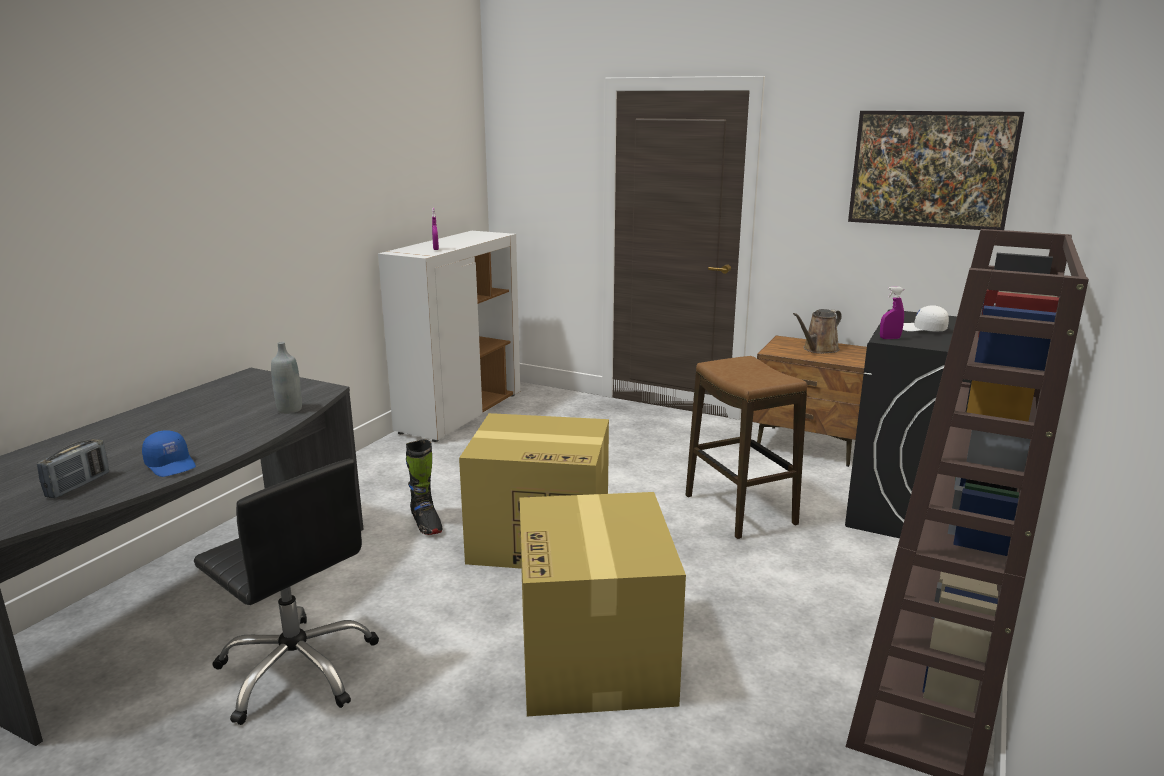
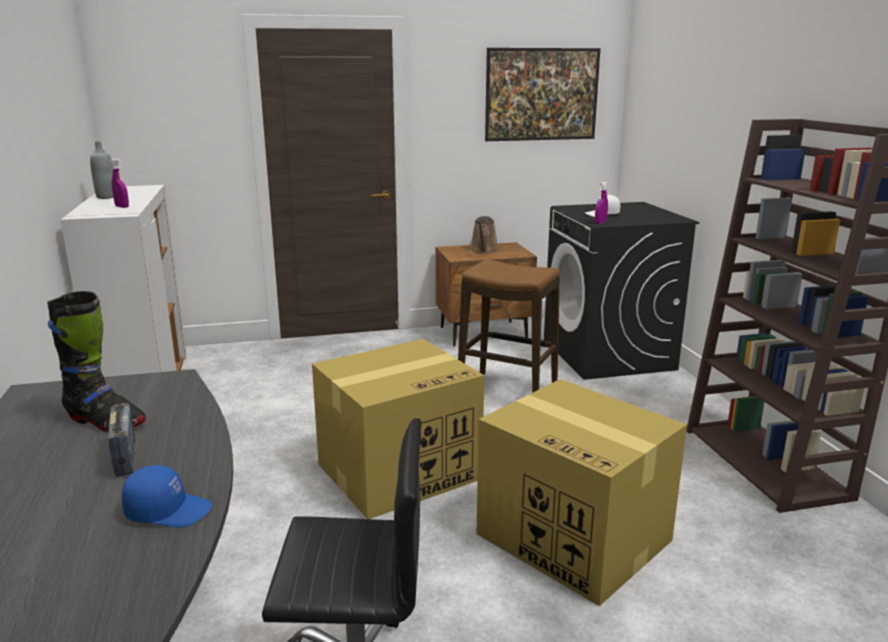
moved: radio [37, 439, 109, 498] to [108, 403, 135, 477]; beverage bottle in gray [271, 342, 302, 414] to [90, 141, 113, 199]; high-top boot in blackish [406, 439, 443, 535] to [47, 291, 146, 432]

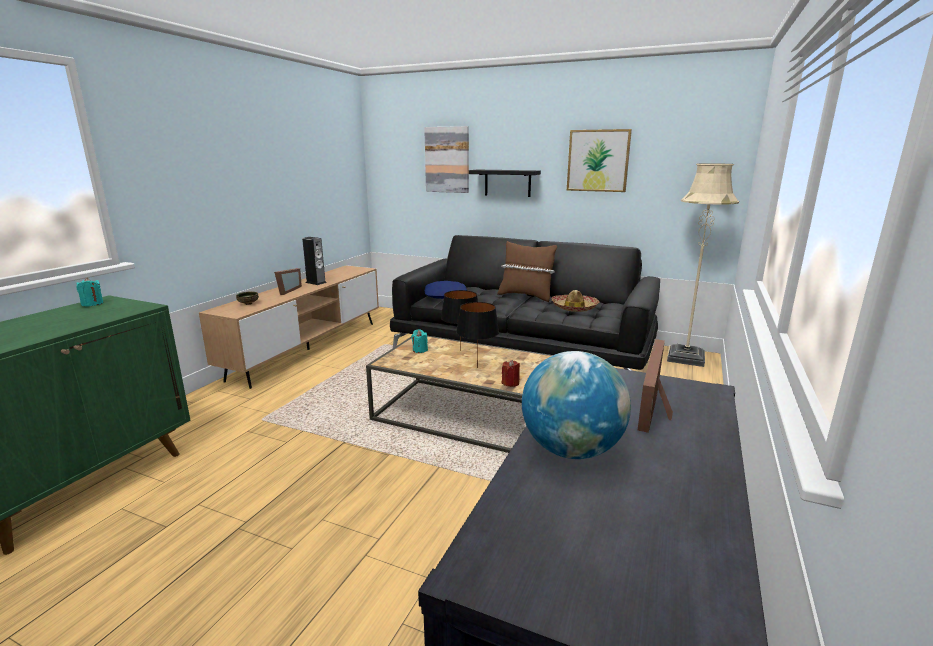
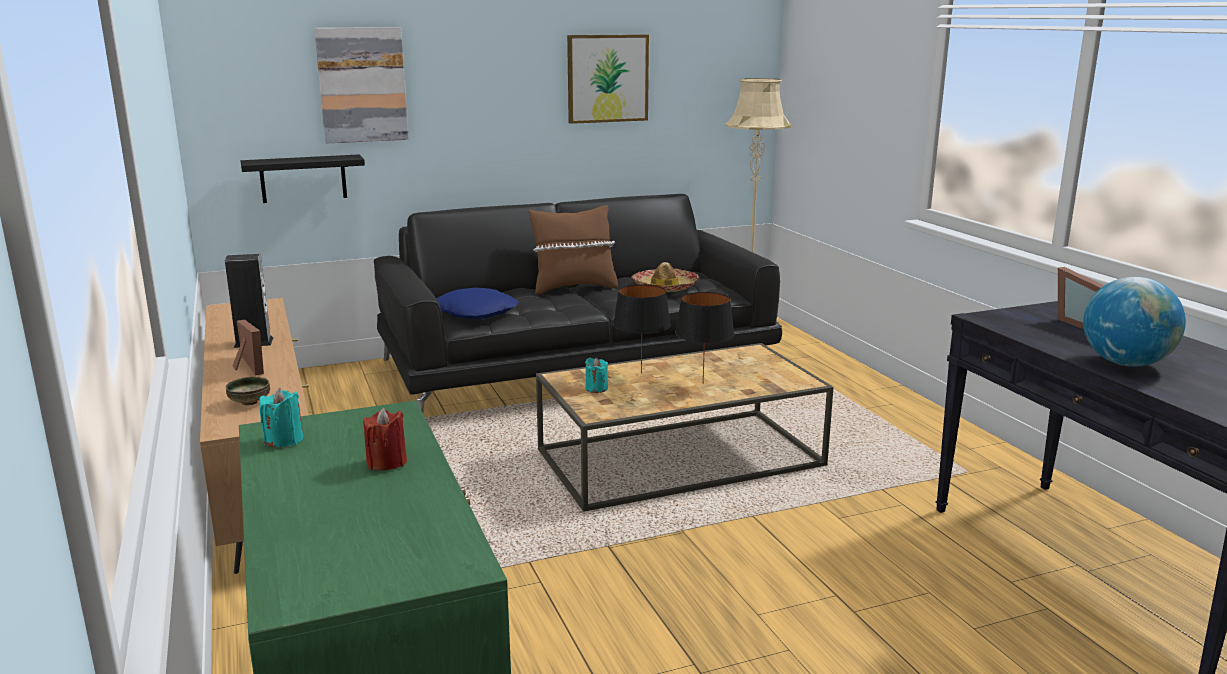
moved: shelf in blackish [469, 170, 541, 197] to [241, 154, 365, 203]; wax light in red-coloured [502, 360, 520, 387] to [363, 408, 407, 470]

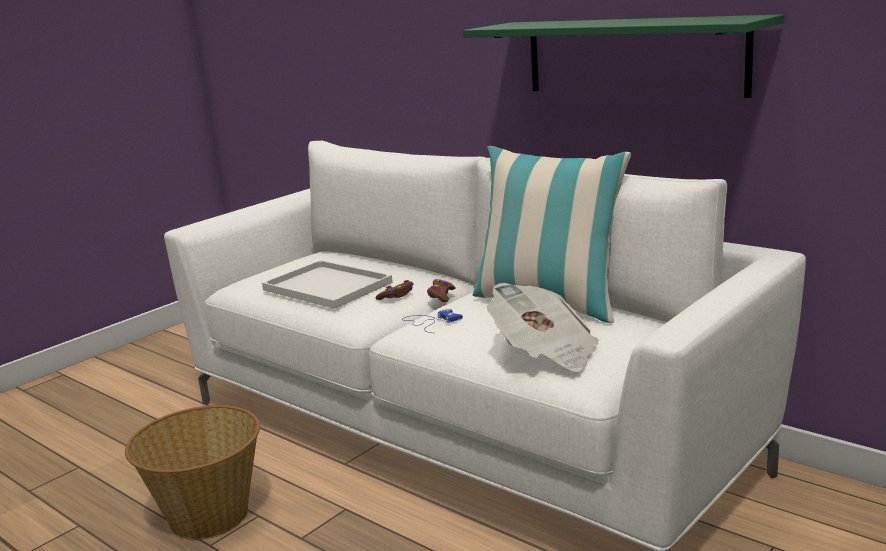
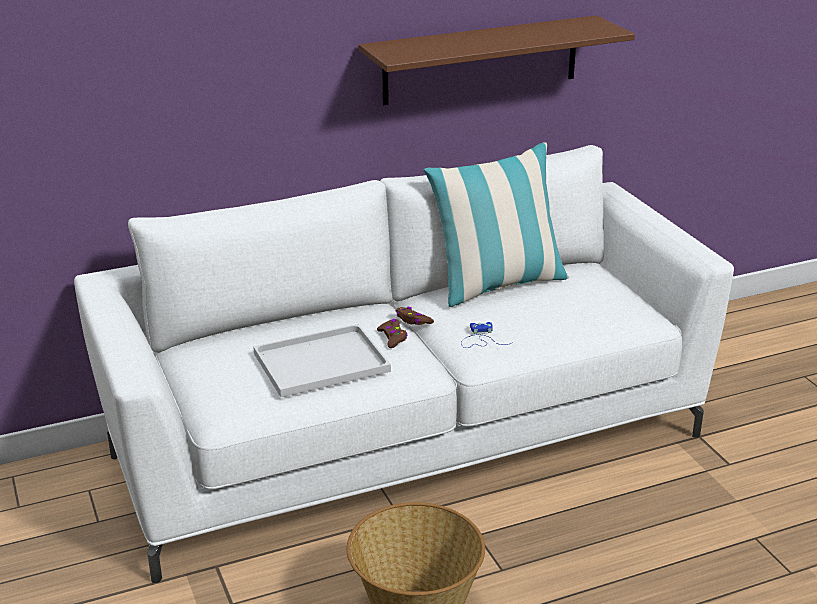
removed: printed paper [487, 283, 599, 372]
recoloured: shelf in green [463, 14, 785, 98] to shelf in brown-coloured [359, 15, 635, 105]

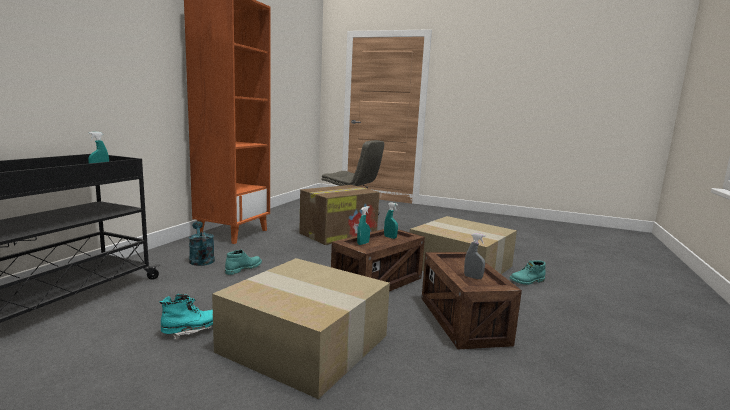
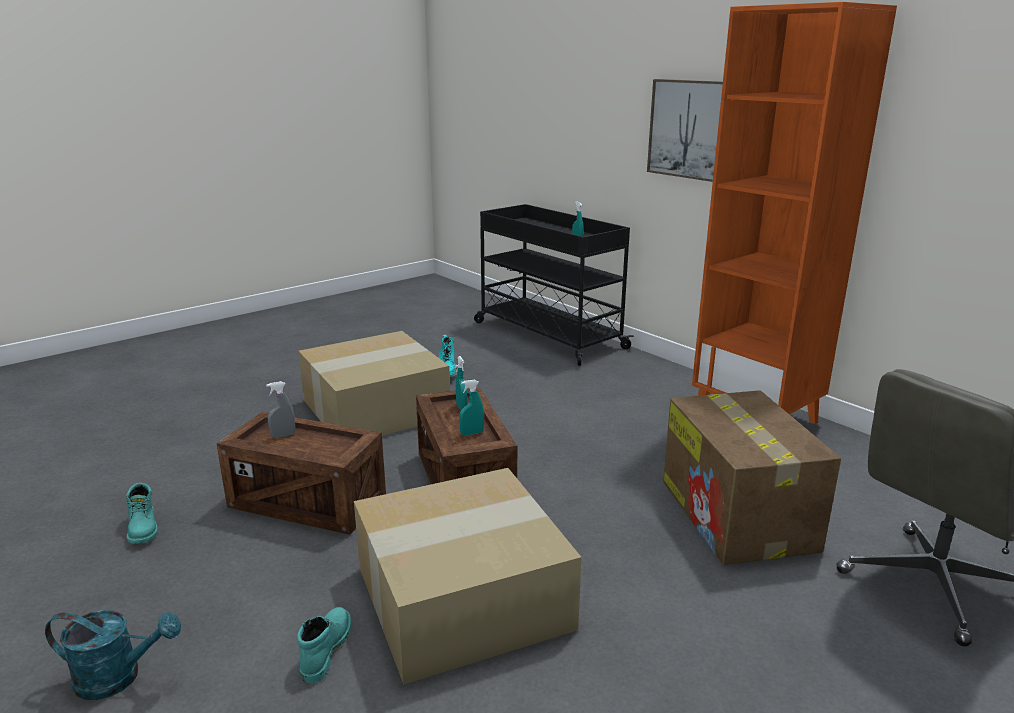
added: wall art [647, 79, 723, 182]
moved: watering can in blue-green [189, 221, 215, 266] to [45, 610, 181, 700]; high-top boot in blue-green [225, 250, 262, 275] to [126, 483, 157, 544]

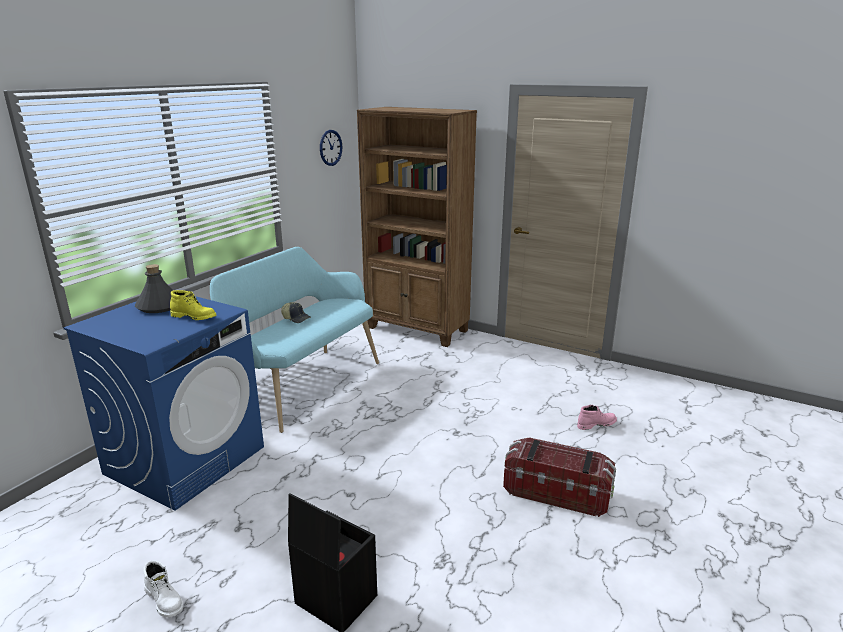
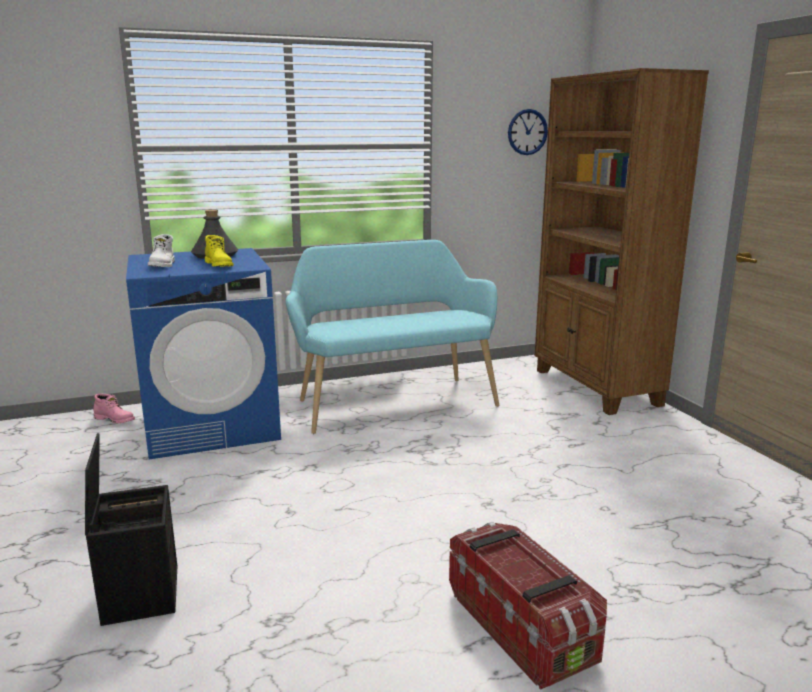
removed: cap [281, 302, 311, 323]
moved: high-top boot in whitish [143, 560, 183, 617] to [148, 234, 175, 267]; high-top boot in pinkish [577, 405, 617, 430] to [93, 394, 135, 423]

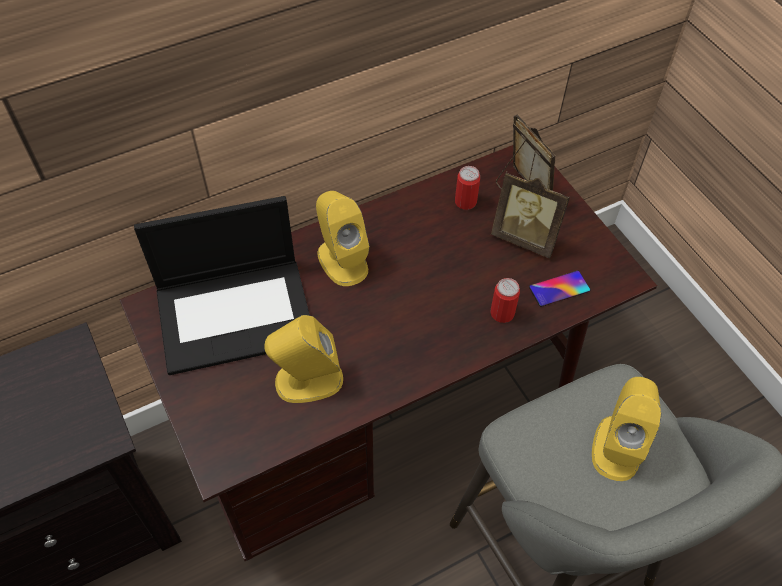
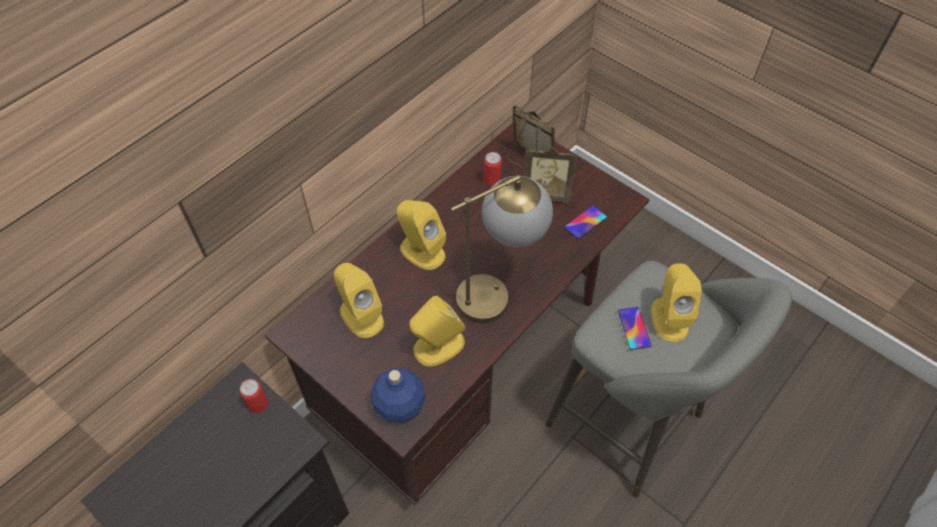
added: beverage bottle in blue [371, 368, 426, 423]; table lamp [450, 175, 553, 323]; handset [618, 307, 652, 350]
moved: sealed can [491, 278, 520, 323] to [240, 379, 268, 413]
replaced: notebook computer [134, 196, 310, 375] to loudspeaker in yellow-coloured [334, 263, 384, 338]

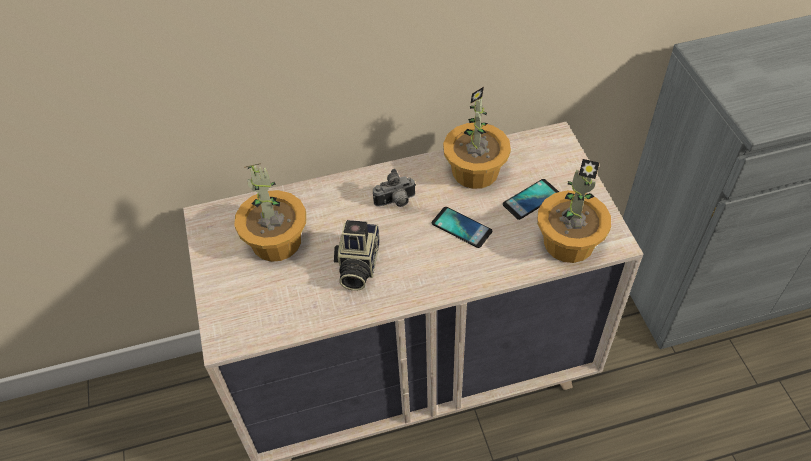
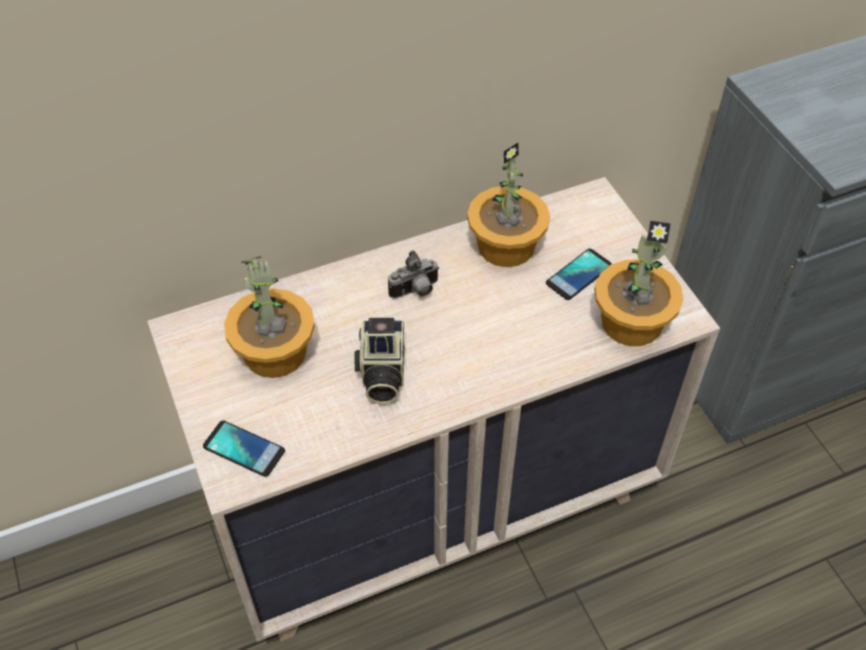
moved: handset [432, 207, 492, 248] to [203, 421, 285, 477]

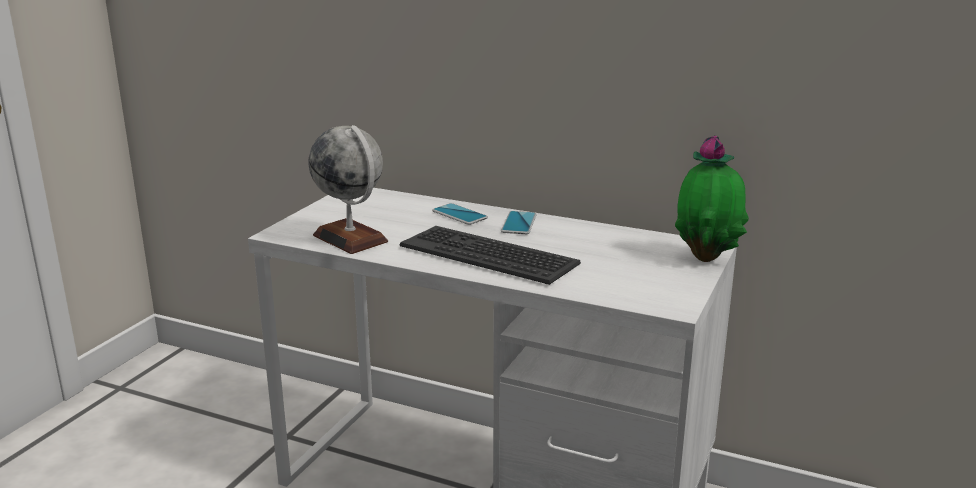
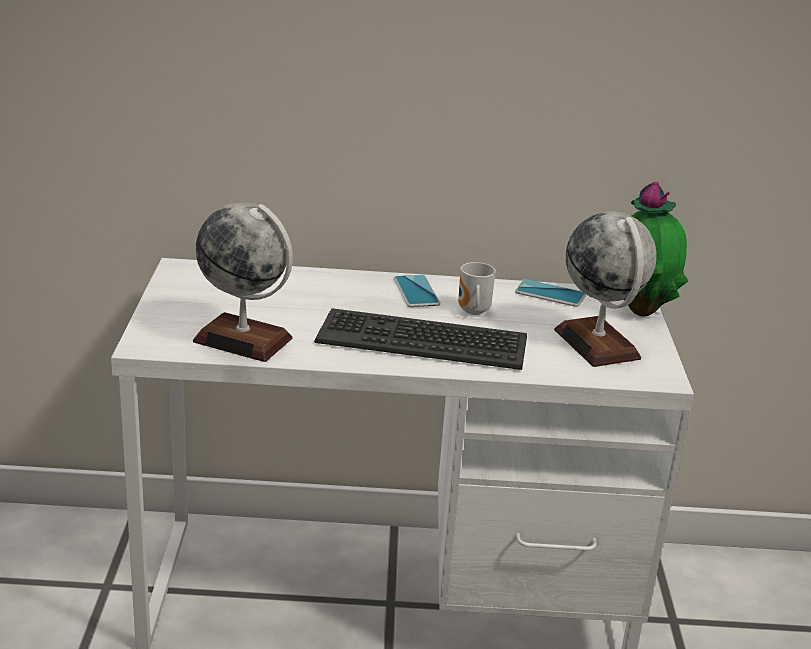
added: tea mug [458, 262, 496, 315]; world globe [554, 212, 657, 367]
moved: handset [432, 203, 488, 225] to [515, 279, 586, 307]

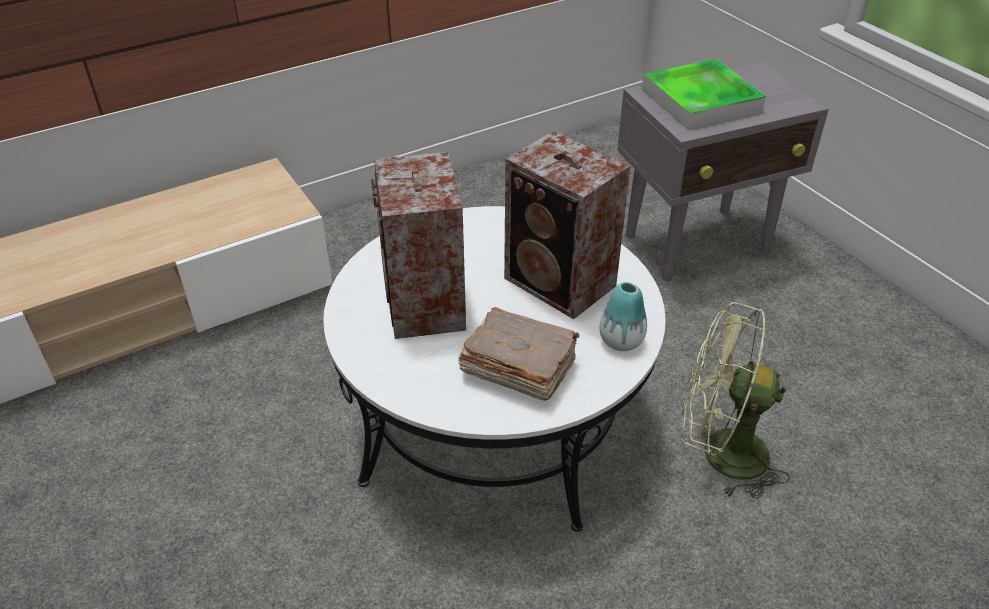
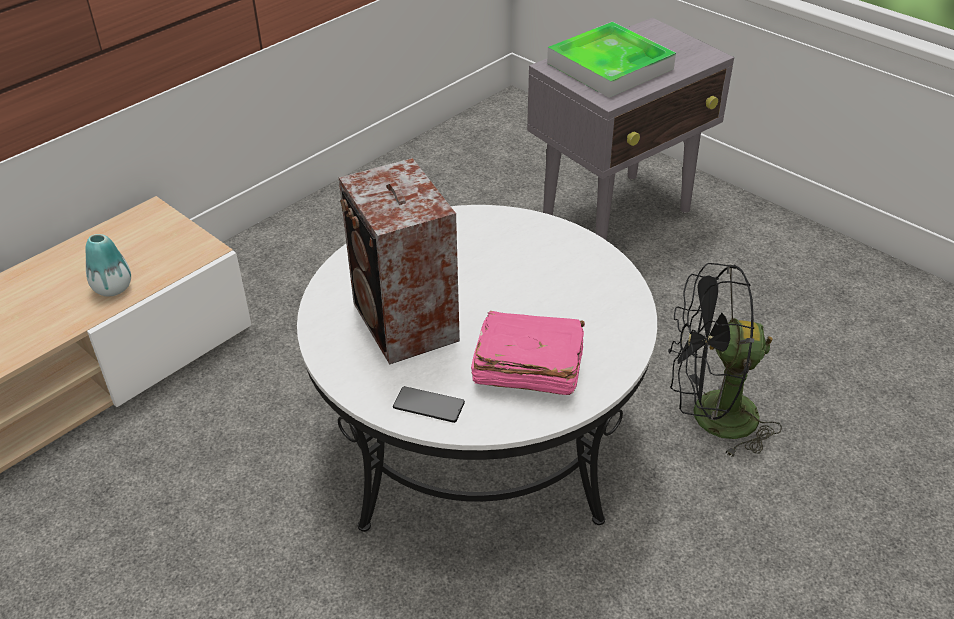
removed: loudspeaker [504, 131, 631, 319]
added: handset [393, 386, 465, 423]
moved: decorative vase [599, 282, 647, 351] to [85, 234, 131, 296]
recoloured: bound book in brown-coloured [459, 307, 579, 401] to bound book in pinkish [471, 311, 585, 395]; fan in green [681, 302, 789, 499] to fan in blackish [668, 263, 782, 459]

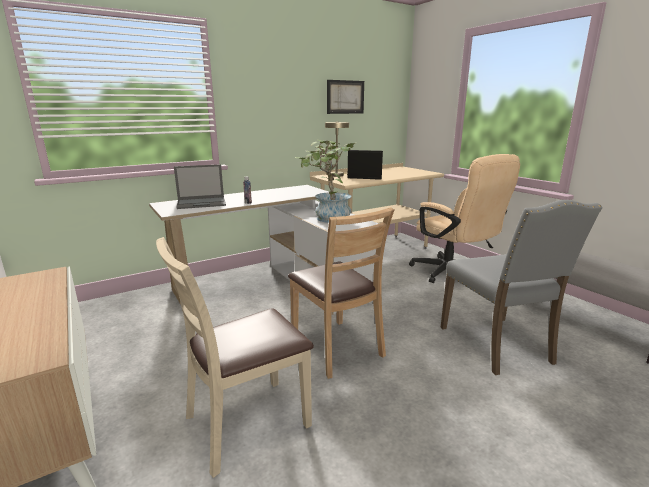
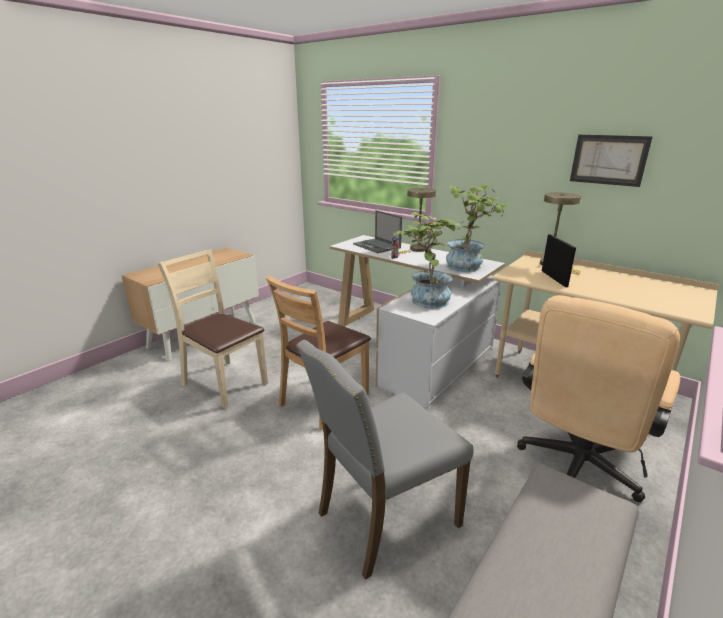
added: table lamp in sand-coloured [398, 188, 436, 254]; houseplant [446, 184, 509, 272]

